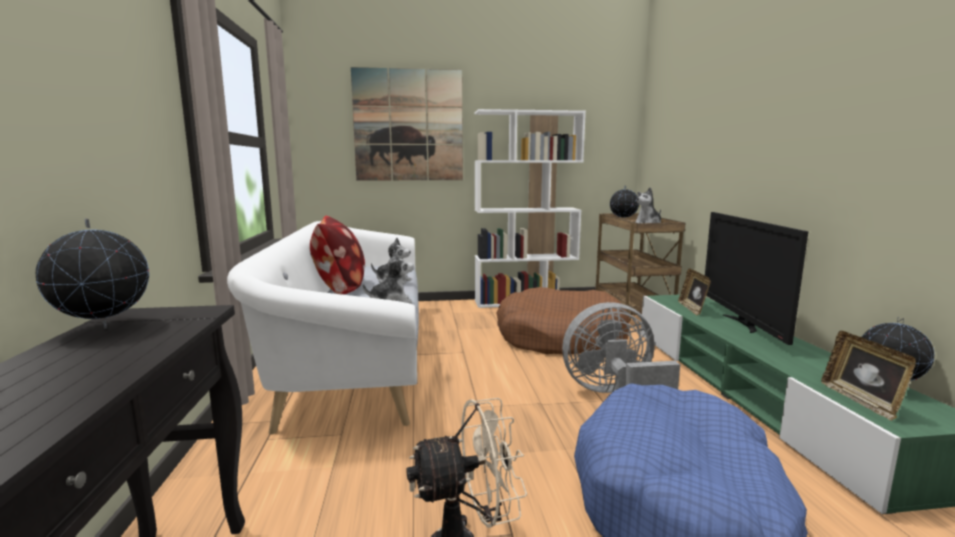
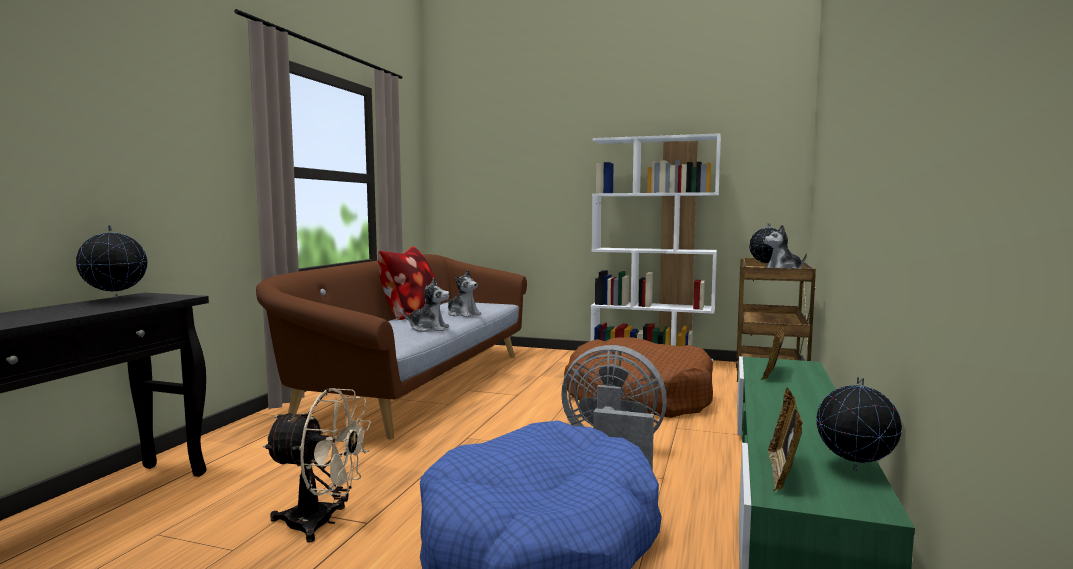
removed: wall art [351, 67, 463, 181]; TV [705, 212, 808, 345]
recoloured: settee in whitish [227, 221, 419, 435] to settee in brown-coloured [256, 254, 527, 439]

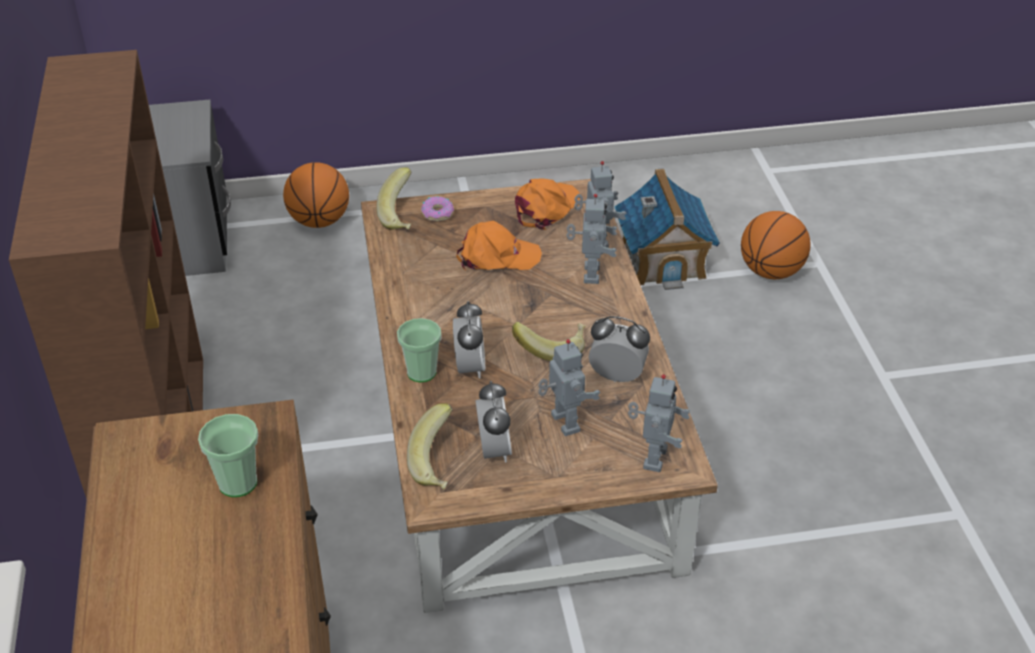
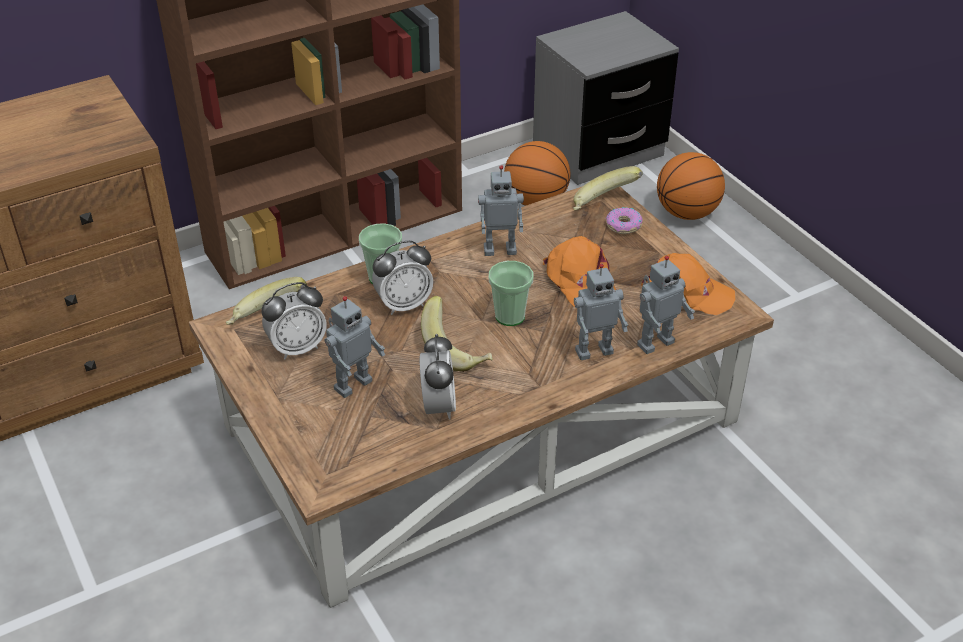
removed: toy house [614, 168, 720, 290]
moved: cup [198, 414, 258, 497] to [489, 261, 533, 326]; model robot [628, 374, 690, 472] to [478, 165, 524, 256]; basketball ball [741, 211, 811, 279] to [504, 141, 570, 206]

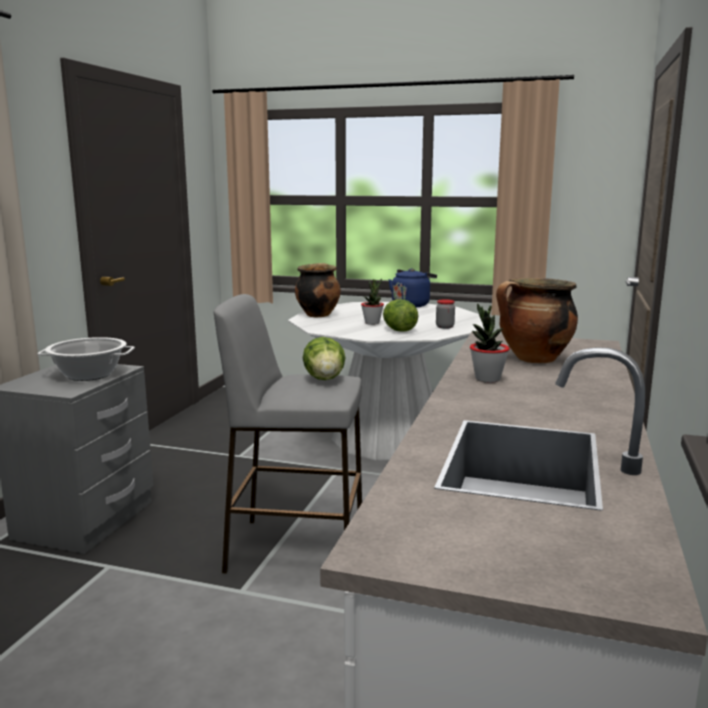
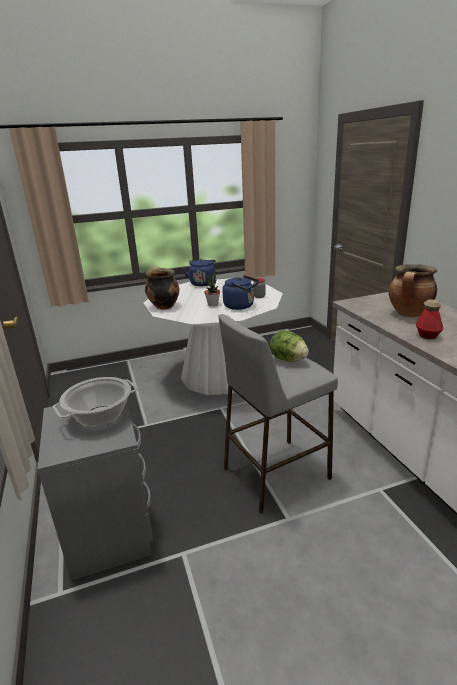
replaced: lettuce head [383, 299, 418, 332] to water kettle in blue [222, 275, 259, 310]; houseplant [470, 303, 510, 383] to beverage bottle [416, 299, 443, 339]

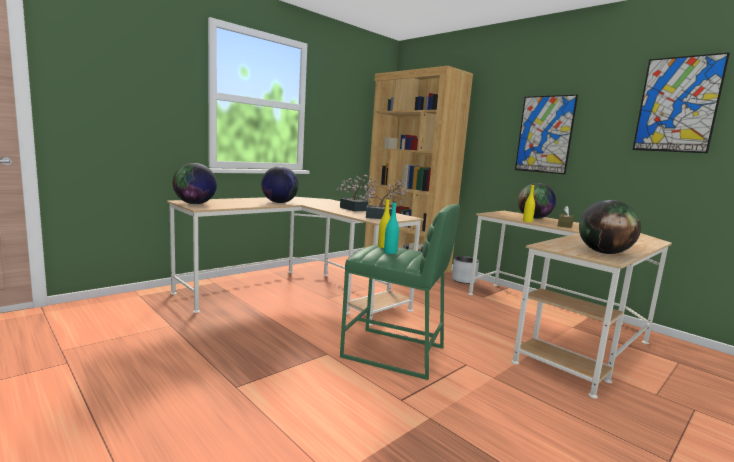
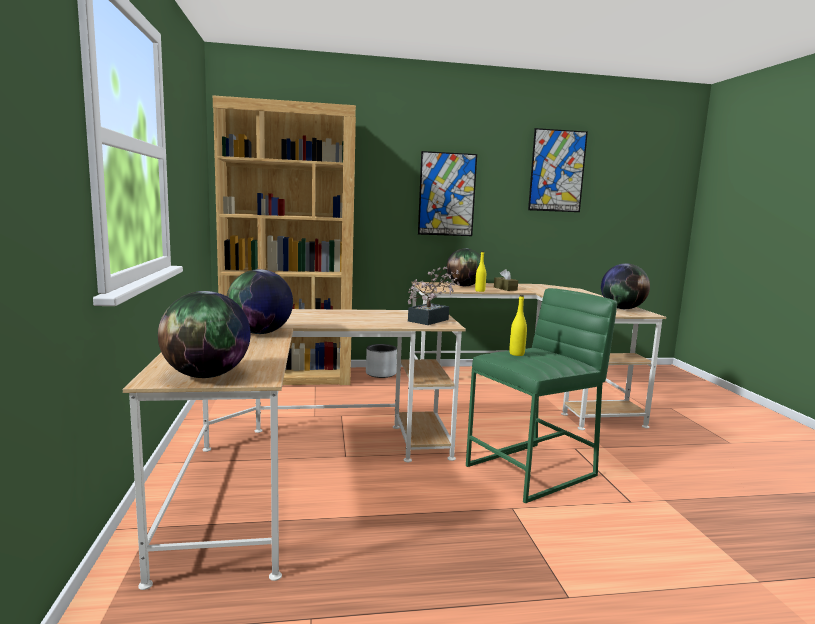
removed: houseplant [336, 175, 378, 211]; beverage bottle in blue-green [384, 201, 399, 254]

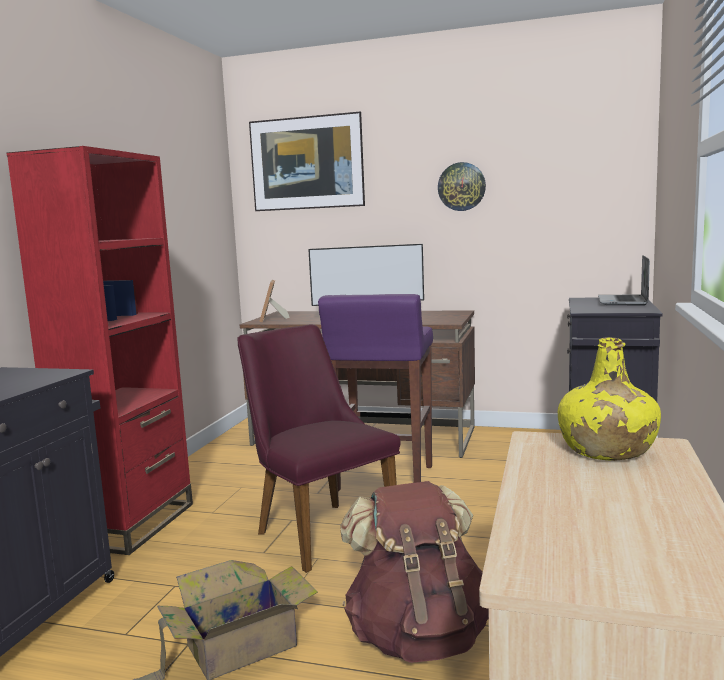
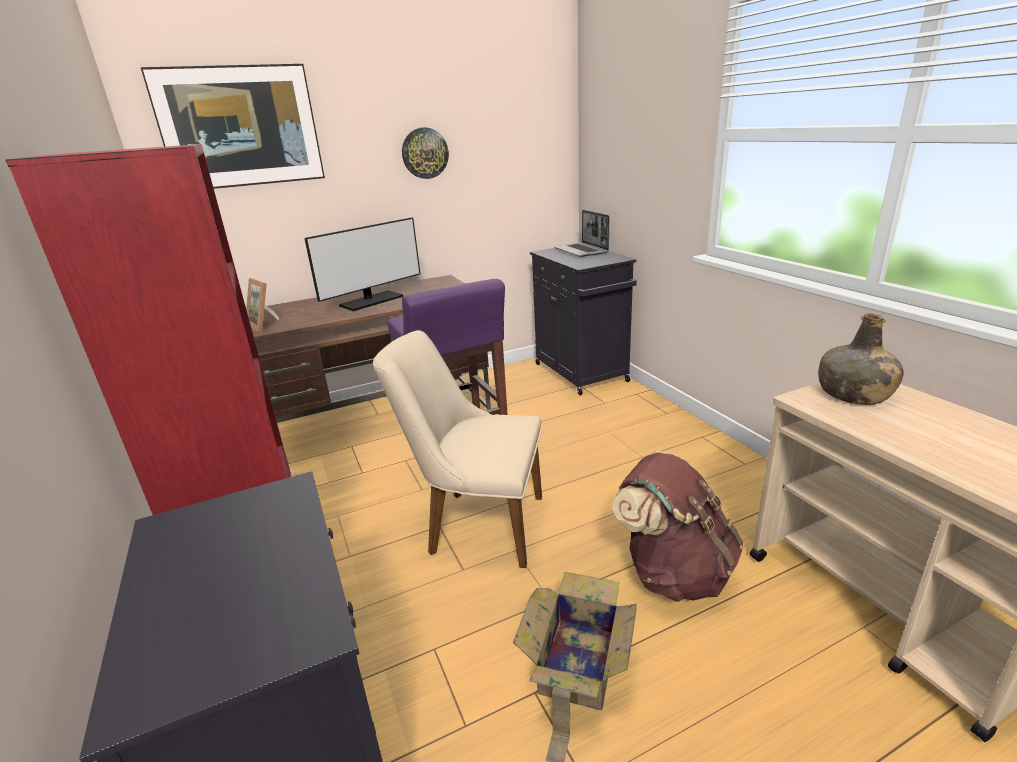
recoloured: plain chair in purplish [237, 324, 401, 573] to plain chair in sand-coloured [373, 330, 542, 568]; beverage bottle in yellow-coloured [558, 337, 661, 461] to beverage bottle in green [818, 314, 904, 405]

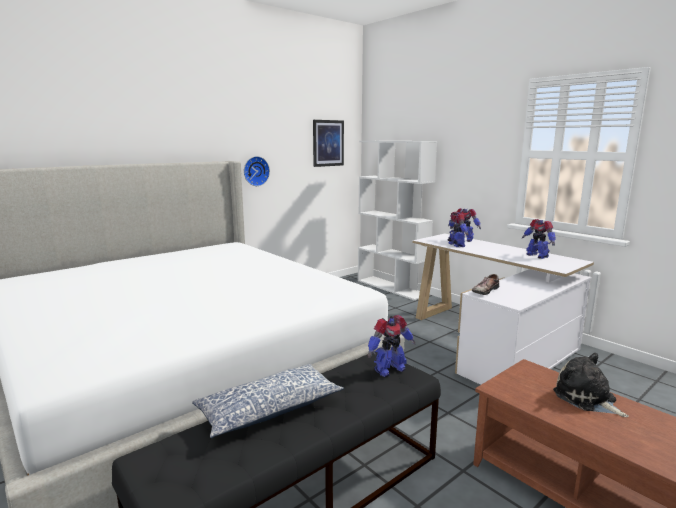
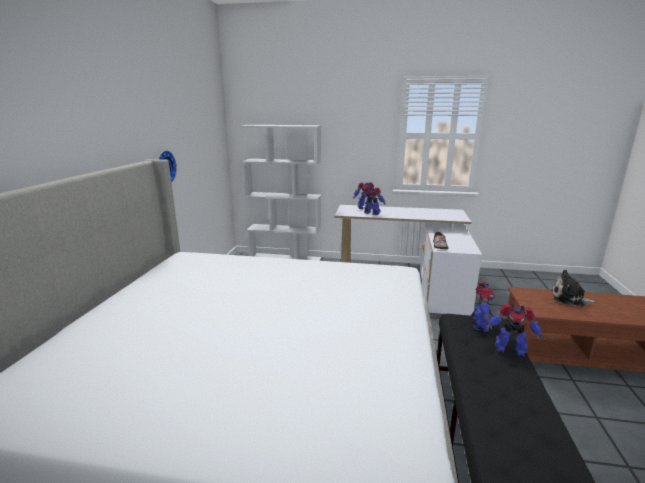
removed: pillow [192, 364, 344, 438]; wall art [313, 120, 344, 167]
moved: model robot [522, 219, 556, 259] to [486, 303, 542, 357]

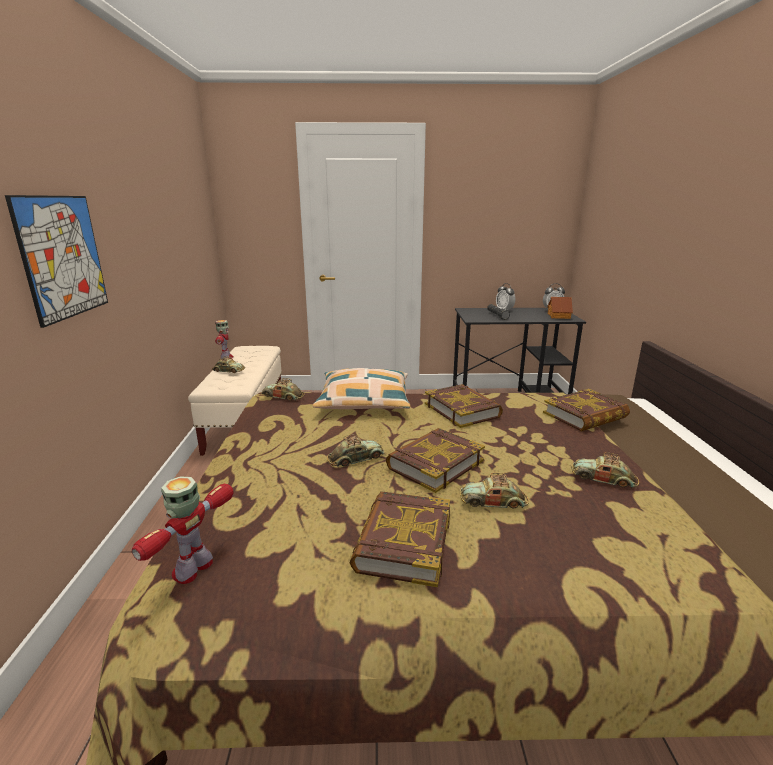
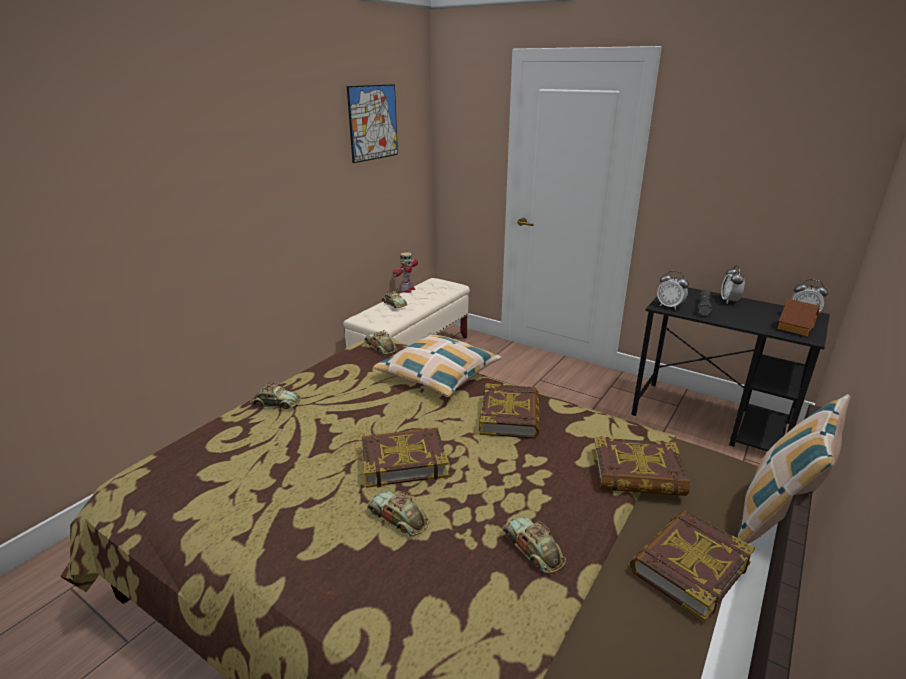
removed: model robot [132, 477, 234, 584]
added: alarm clock [657, 271, 689, 310]; pillow [738, 394, 851, 544]
moved: wall art [5, 195, 108, 328] to [347, 84, 398, 163]; model car [327, 434, 385, 467] to [250, 382, 301, 409]; bound book [350, 491, 450, 587] to [630, 510, 755, 622]

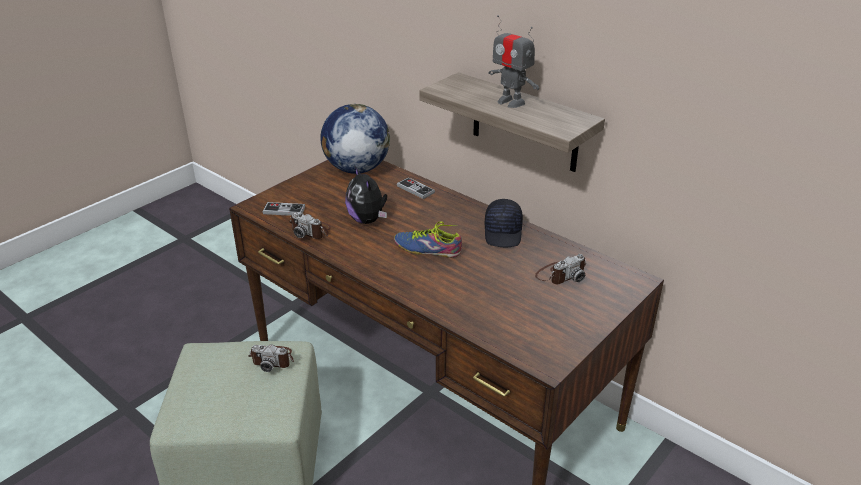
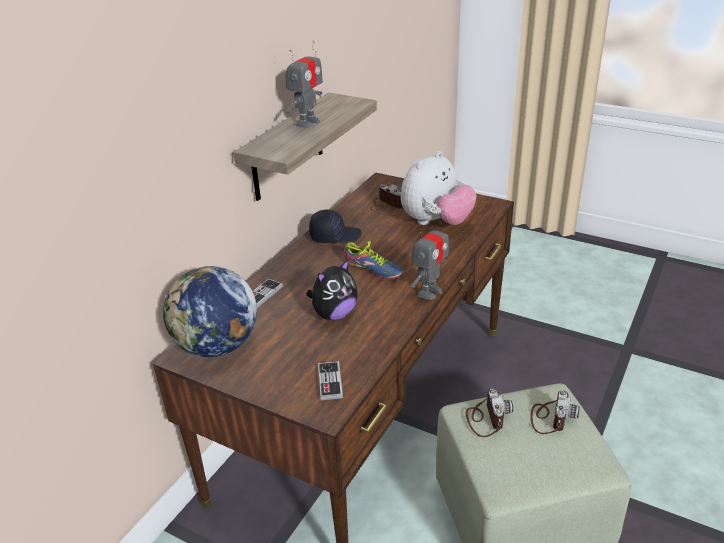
added: cuddly toy [401, 151, 476, 225]; model robot [411, 217, 449, 300]
moved: still camera [289, 212, 331, 239] to [530, 390, 580, 434]
turned: item of footwear [394, 222, 462, 258] = [345, 240, 403, 279] 60 degrees counterclockwise

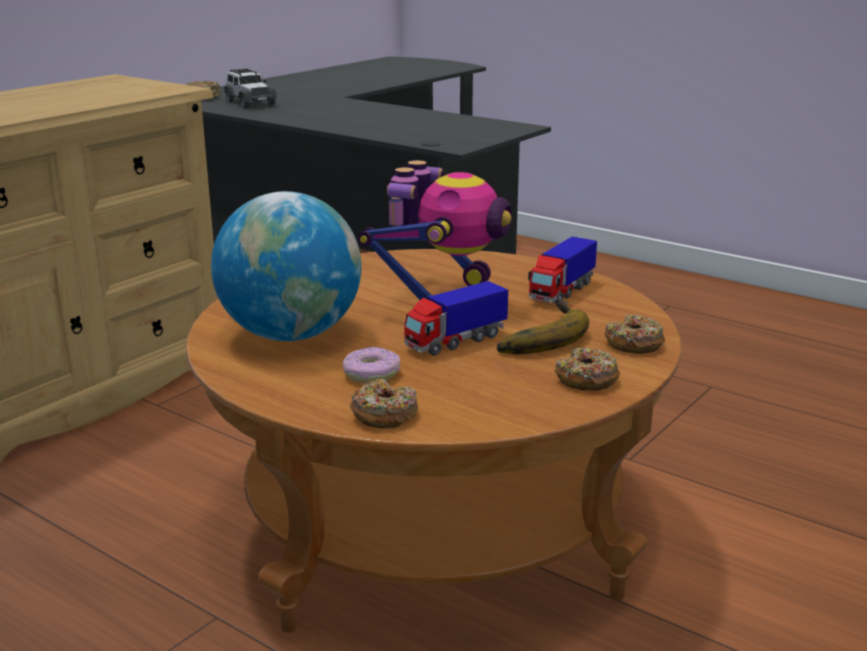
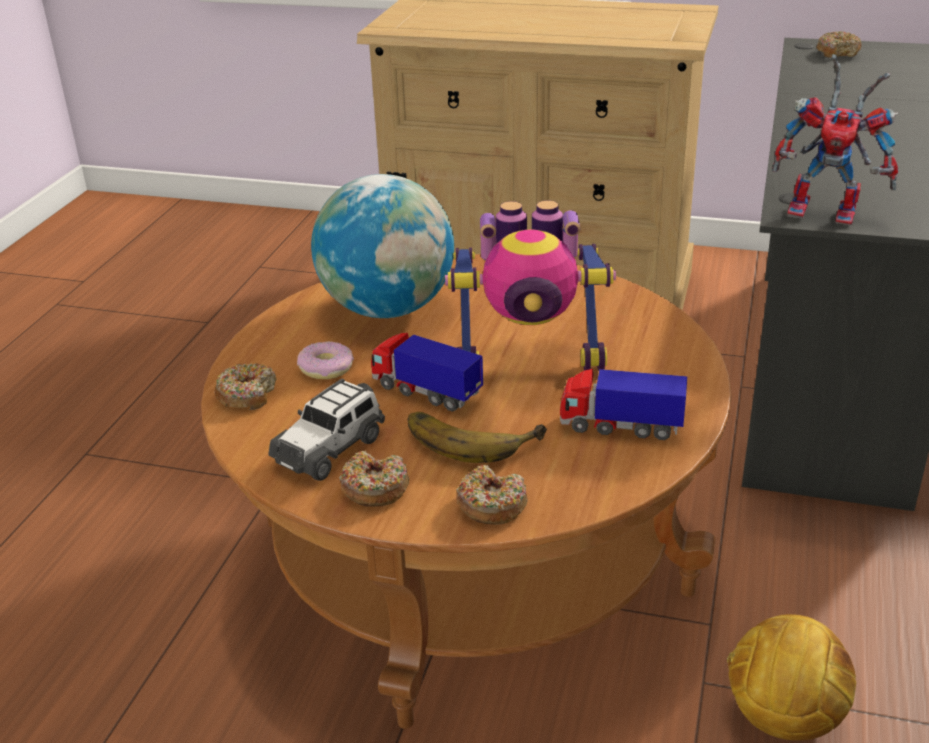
added: ball for football [727, 614, 856, 741]; model robot [772, 54, 899, 225]
moved: model car [224, 68, 277, 108] to [268, 379, 385, 481]

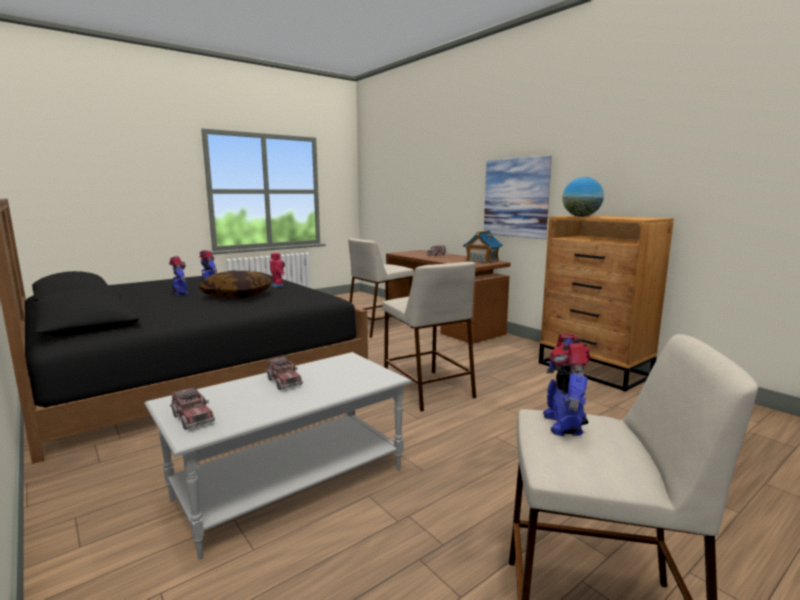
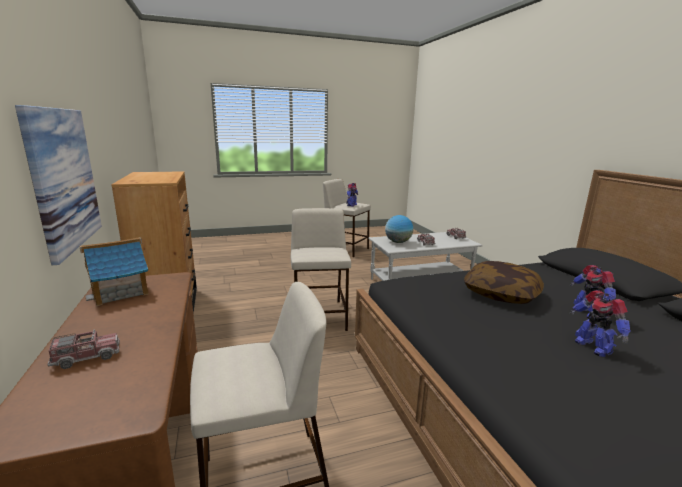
removed: model robot [270, 252, 285, 287]
moved: world globe [562, 177, 604, 217] to [385, 215, 413, 243]

